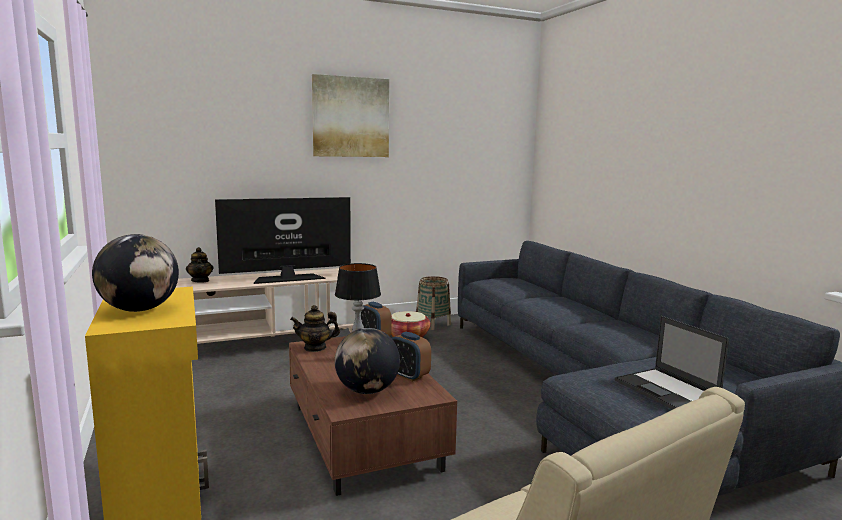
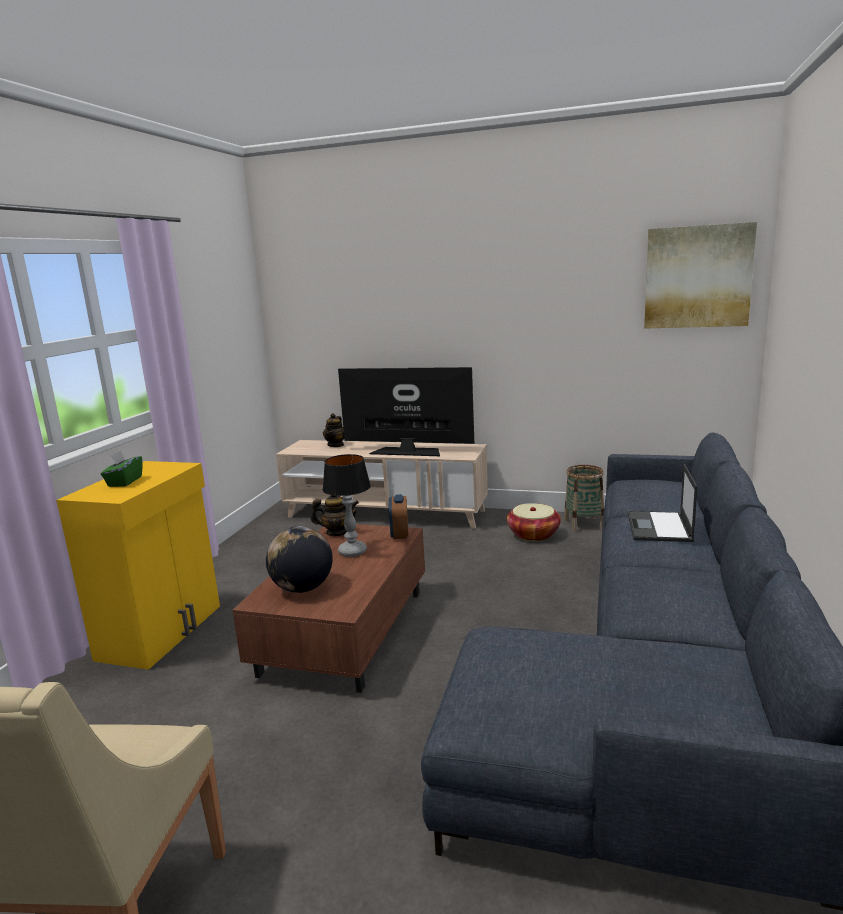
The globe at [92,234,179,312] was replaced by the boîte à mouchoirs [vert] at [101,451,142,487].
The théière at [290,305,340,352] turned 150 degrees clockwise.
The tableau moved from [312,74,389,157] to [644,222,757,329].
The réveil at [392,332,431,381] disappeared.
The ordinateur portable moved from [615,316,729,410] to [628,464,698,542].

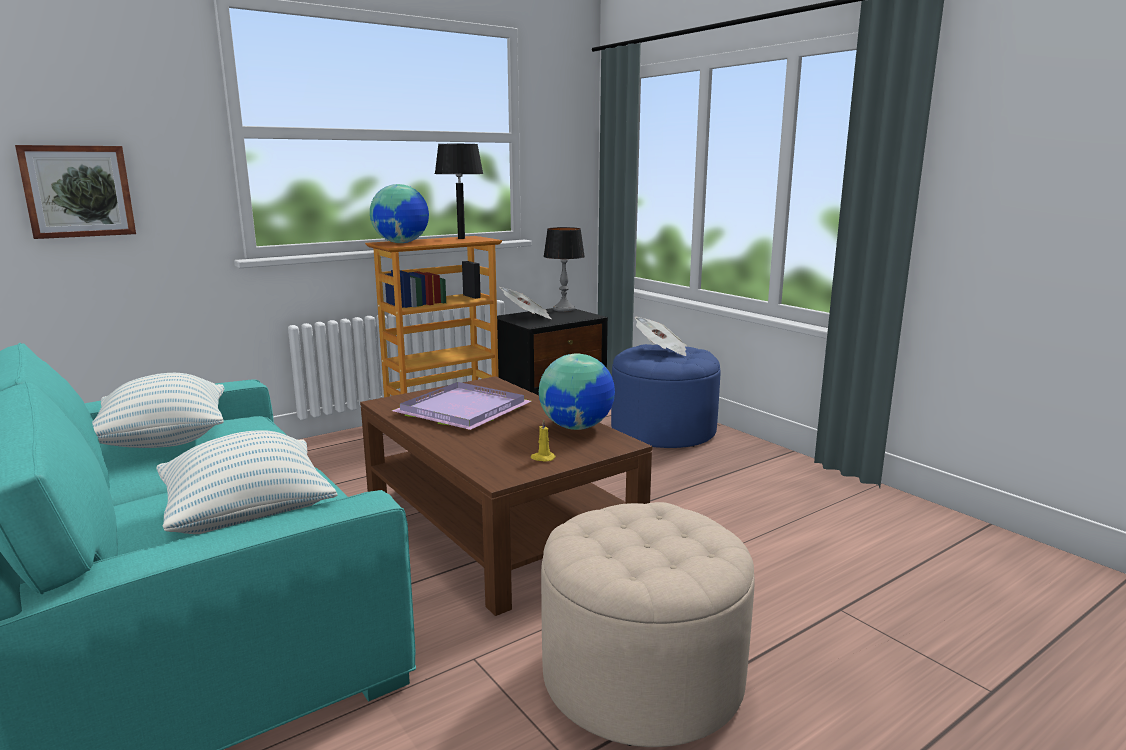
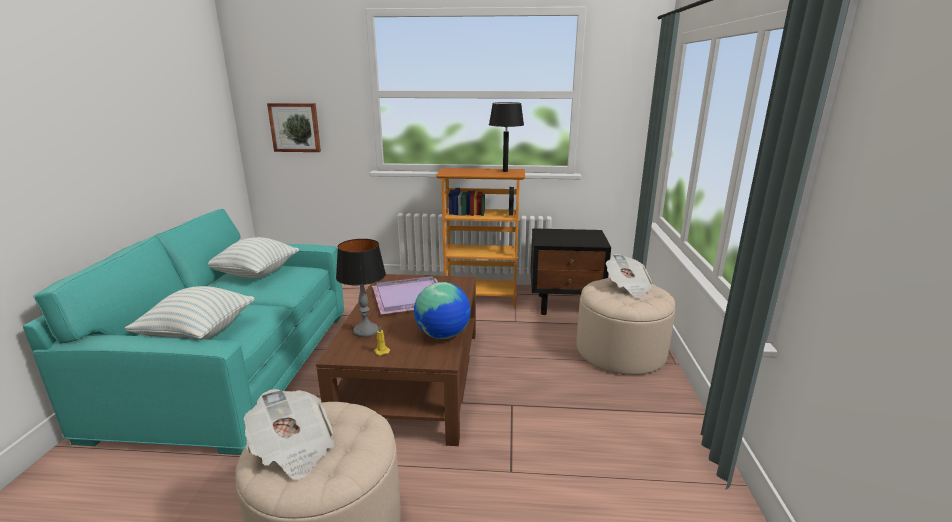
The globe at [370,184,429,243] disappeared.
The journal moved from [499,287,552,319] to [244,389,336,480].
The lampe de table moved from [543,227,585,312] to [336,239,386,337].
The pouf [bleu] at [611,344,721,448] became the pouf [beige] at [576,278,675,375].

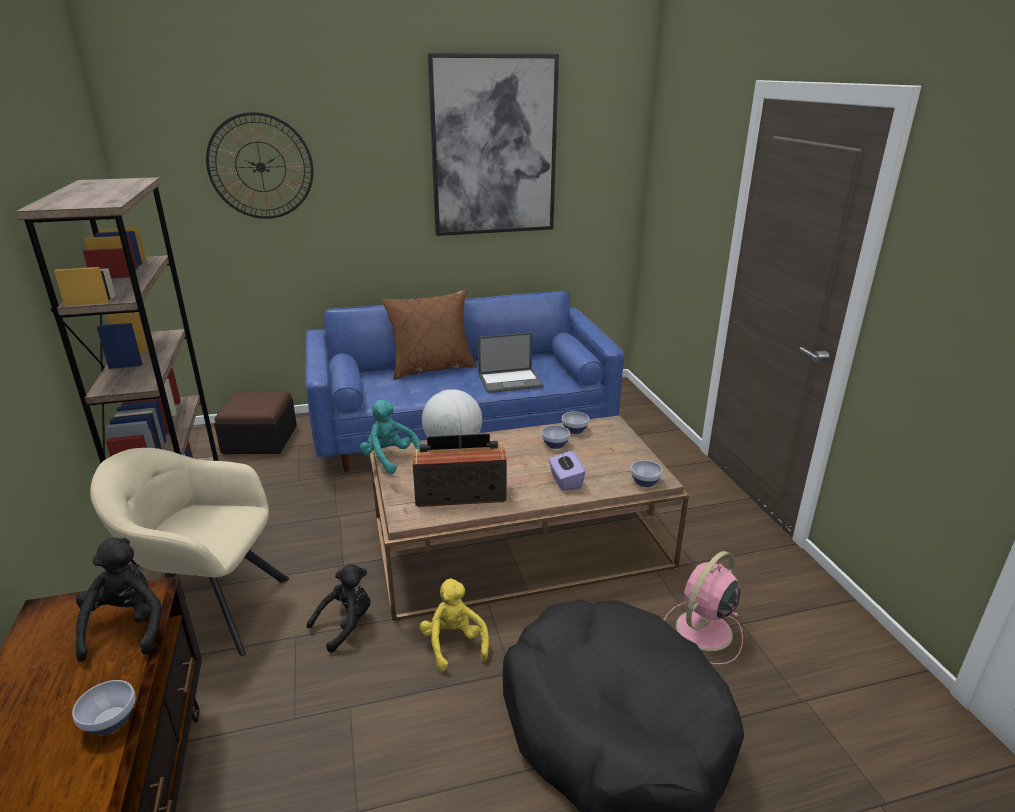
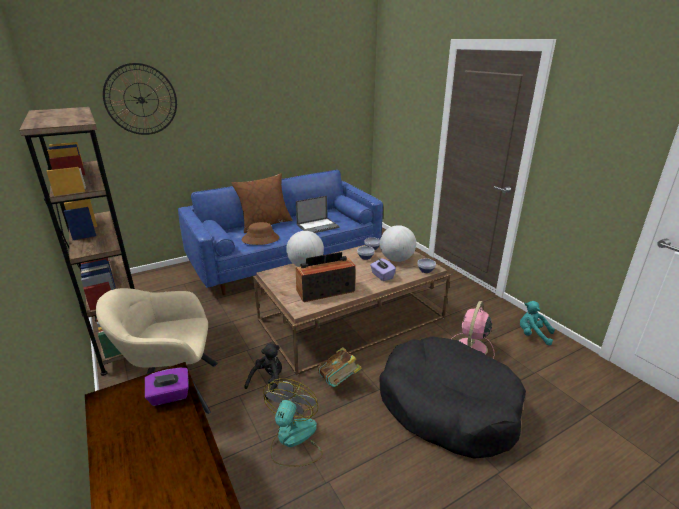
The bol at [72,680,136,735] disappeared.
The peluche [noir] at [76,537,161,662] was replaced by the boîte à mouchoirs [violet] at [145,368,189,406].
The pouf at [214,391,297,454] disappeared.
The peluche [turquoise] moved from [360,400,421,474] to [520,301,555,345].
The peluche [jaune] at [420,578,489,672] was replaced by the livre at [318,347,362,387].
The tableau at [427,53,559,236] disappeared.
The chapeau [marron] at [241,222,279,245] appeared.
The ventilateur at [263,378,323,467] appeared.
The globe at [380,225,416,262] appeared.

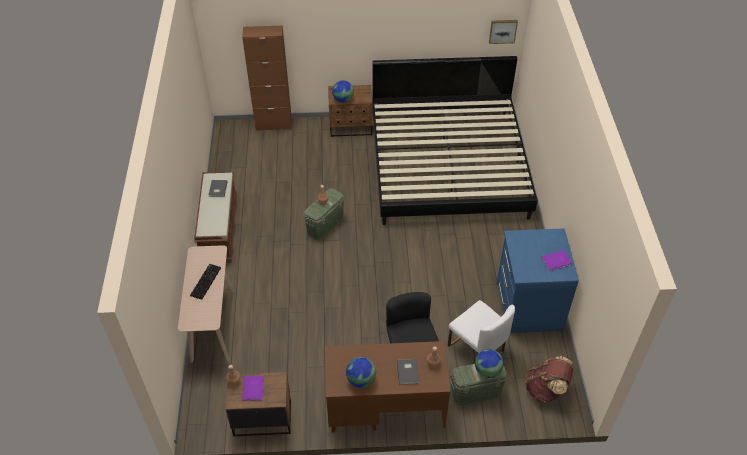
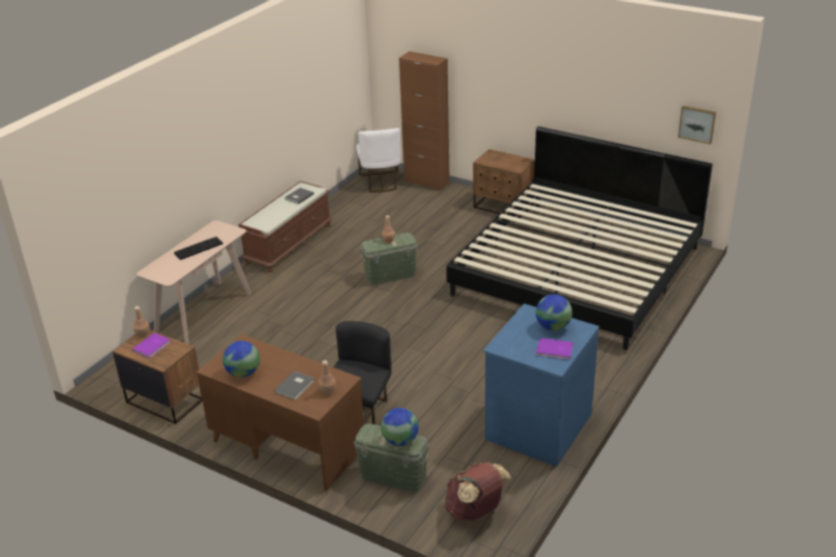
The globe moved from [332,81,354,102] to [536,294,572,331].
The chaise [blanc] moved from [448,300,515,355] to [356,128,401,192].

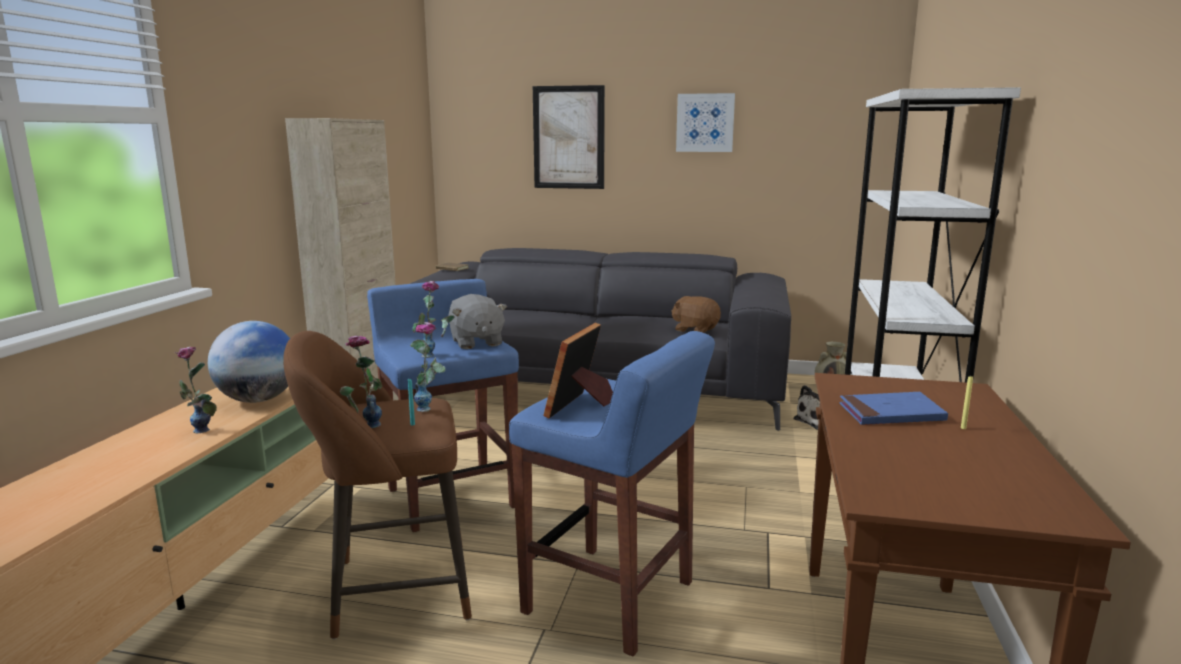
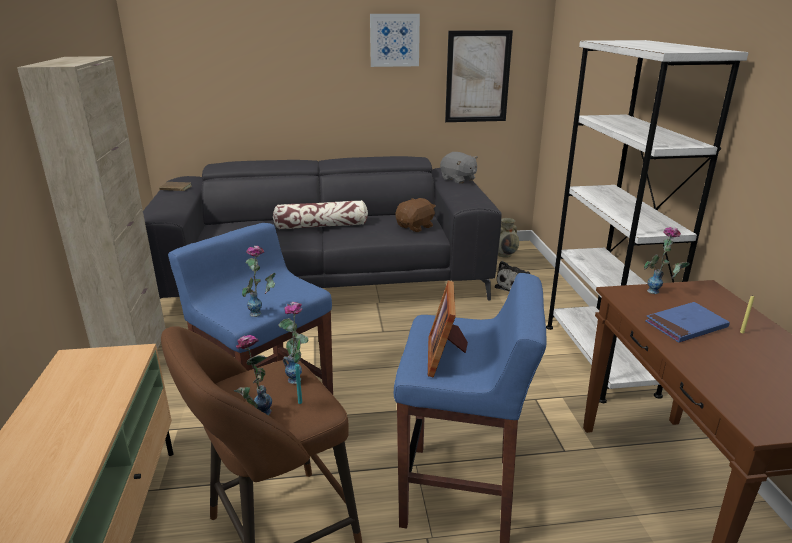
The vase moved from [175,347,217,433] to [644,227,690,294].
The globe at [208,321,290,403] disappeared.
The peluche [gris] moved from [448,294,507,349] to [440,152,478,184].
The tableau moved from [533,85,605,189] to [445,30,513,122].
The peluche [marron] at [671,296,721,333] turned 120 degrees clockwise.
The coussin at [273,200,368,229] appeared.

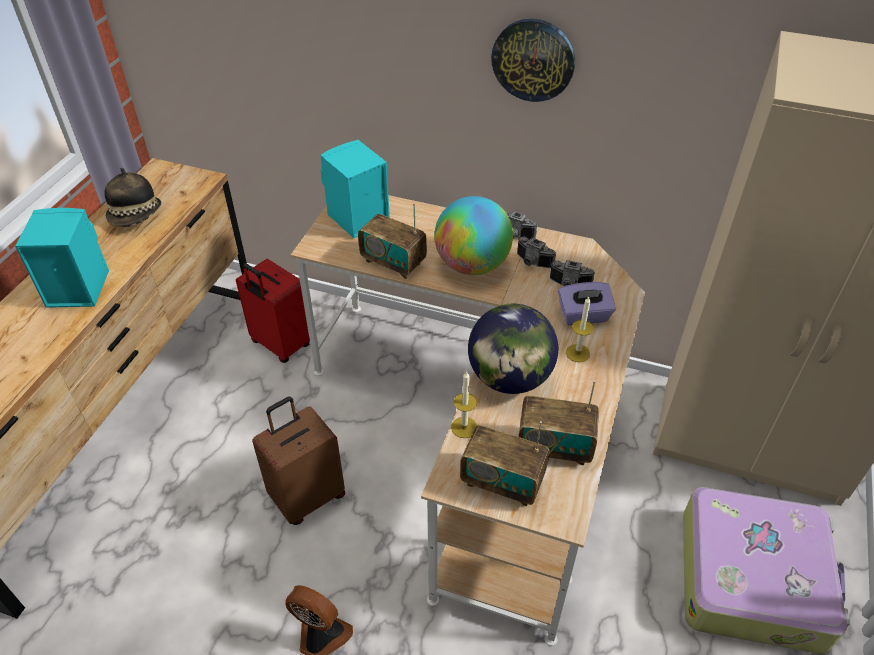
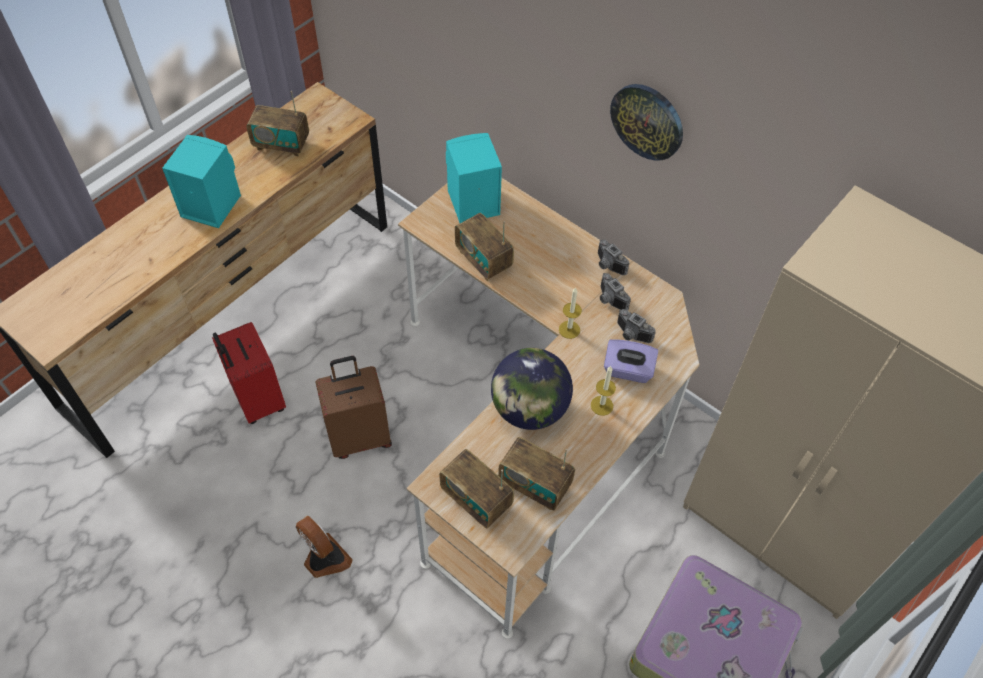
The chapeau at [105,168,162,227] was replaced by the radio at [247,91,309,157].
The valise [rouge] moved from [236,259,310,363] to [212,322,286,424].
The globe at [434,196,513,275] disappeared.
The bougie moved from [451,371,477,438] to [559,287,582,339].

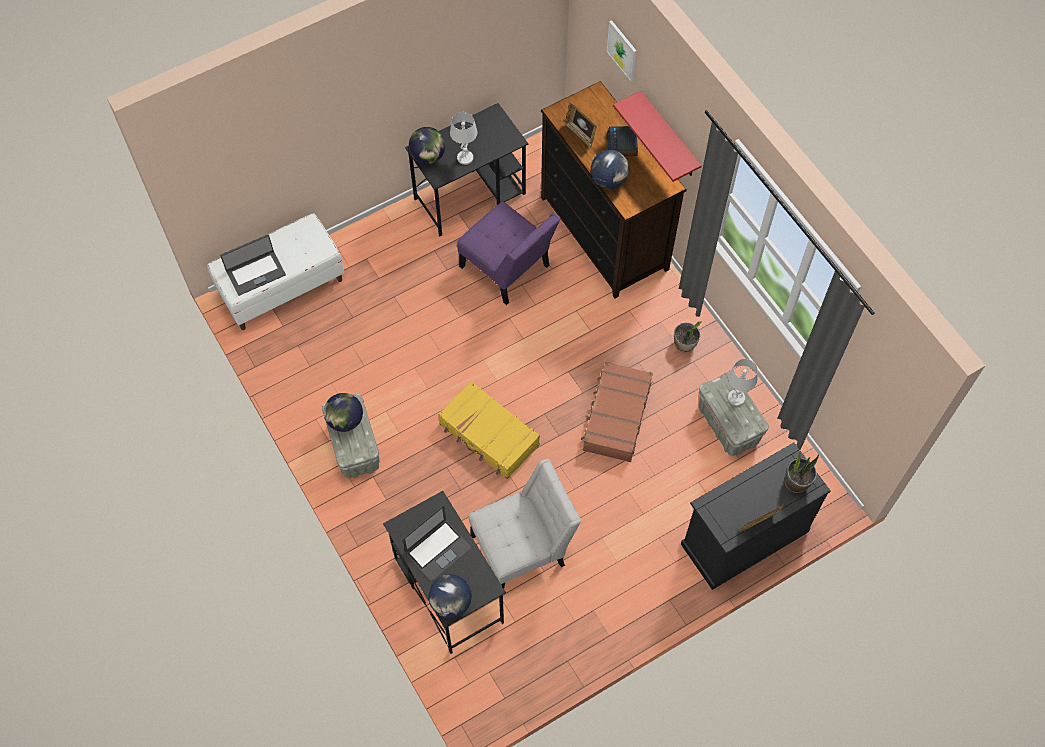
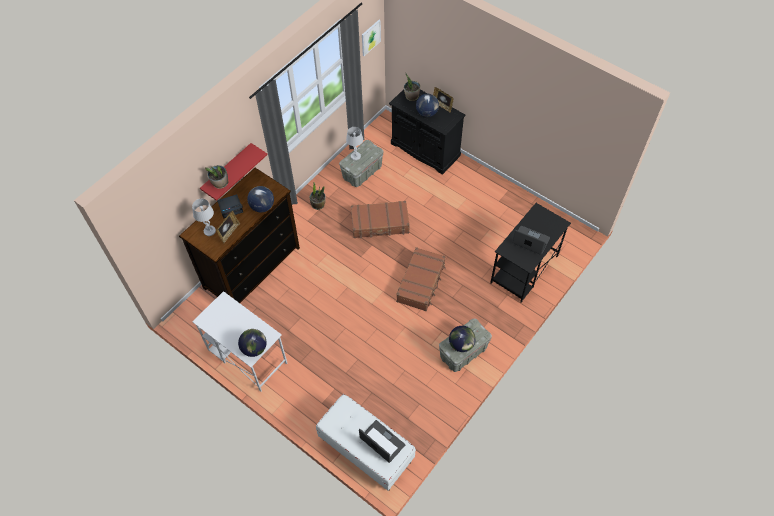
The bureau [noir] at [405,103,528,237] became the bureau [blanc] at [192,291,288,392].
The globe moved from [428,574,472,618] to [416,94,439,117].
The valise [jaune] at [438,381,540,479] became the valise [marron] at [396,247,446,311].
The lampe de table [blanc] moved from [450,112,478,165] to [192,199,216,236].
The chaise [violet] at [457,202,561,305] disappeared.
The chaise [blanc] at [469,459,581,588] disappeared.
The tableau moved from [607,20,636,81] to [362,20,381,56].
The plante en pot at [205,165,228,189] appeared.

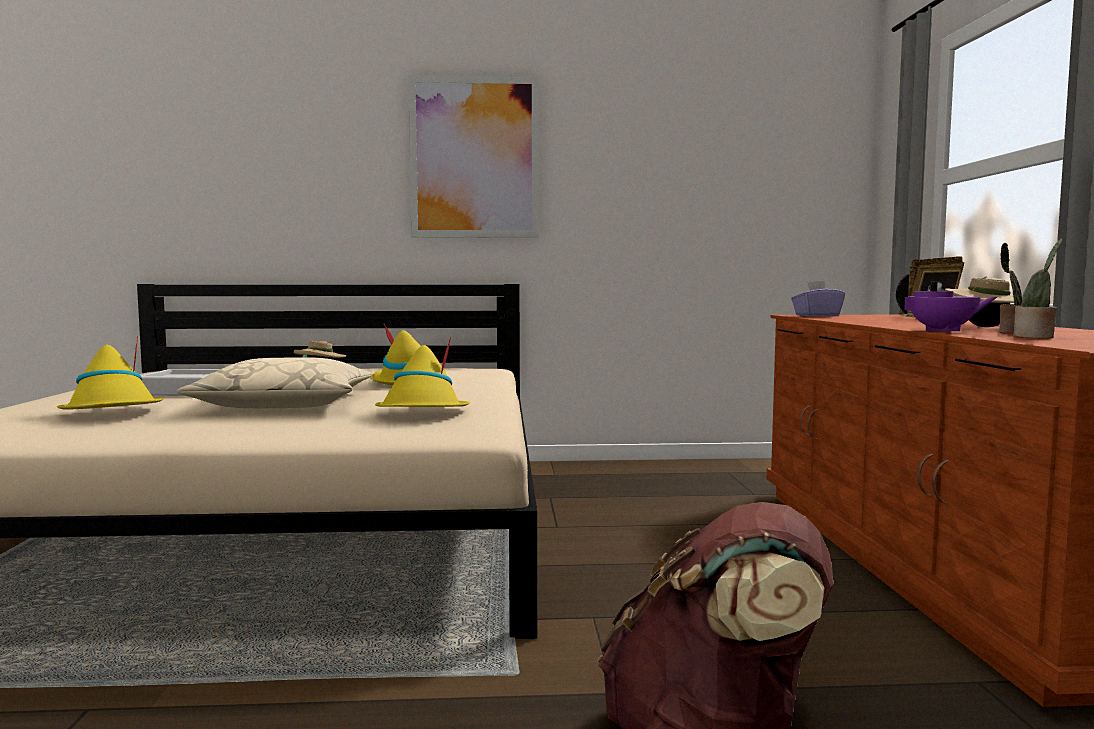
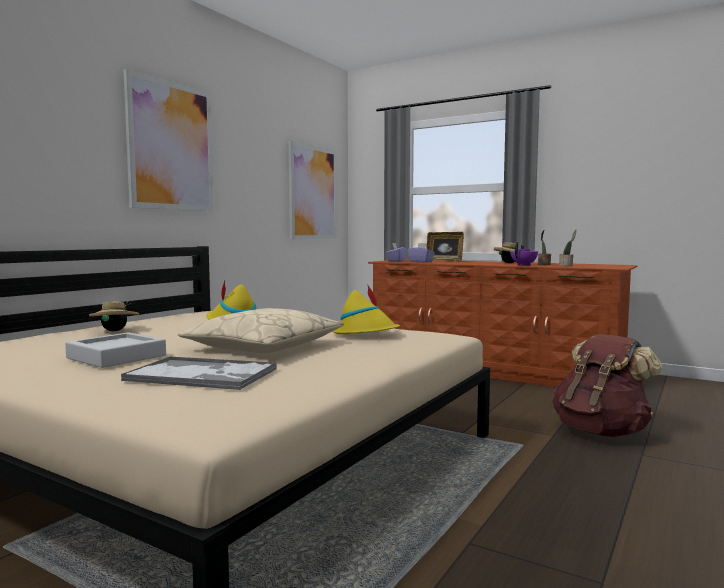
The chapeau [jaune] at [57,336,163,410] was replaced by the plateau at [121,356,277,390].
The tableau at [289,141,337,240] appeared.
The boîte à mouchoirs [violet] at [407,243,435,262] appeared.

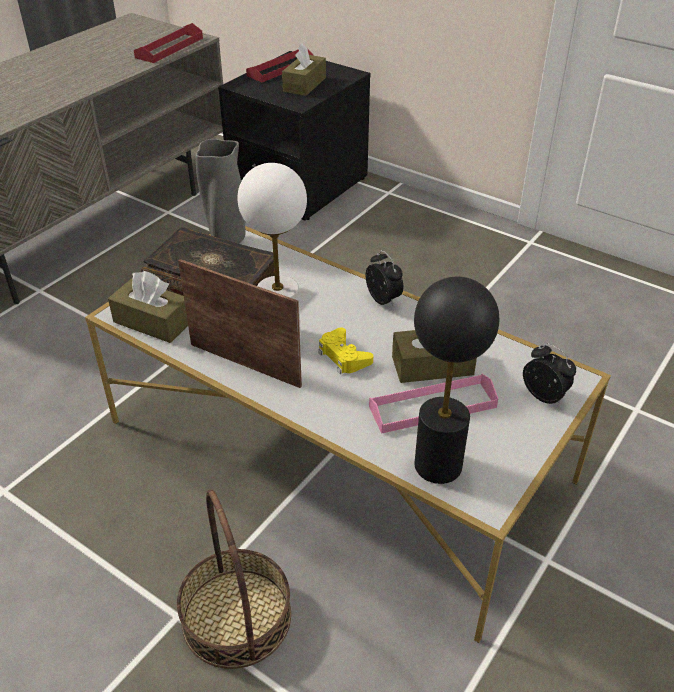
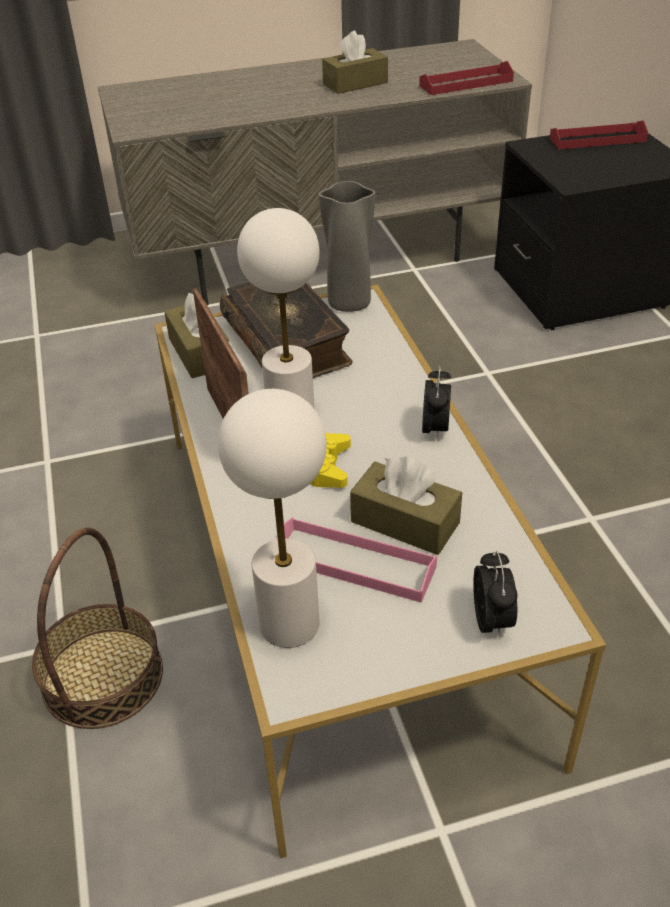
The boîte à mouchoirs [marron] moved from [282,43,326,96] to [322,31,388,94].
The lampe de table [noir] at [414,277,499,484] became the lampe de table [blanc] at [218,389,326,648].

